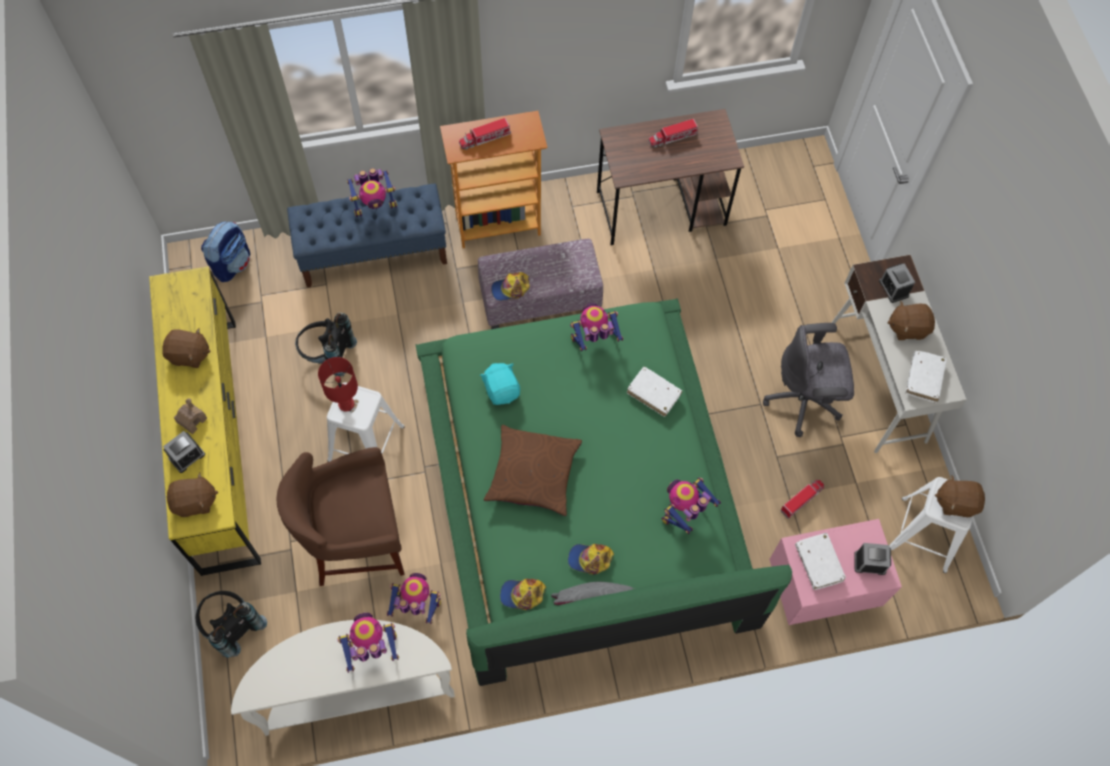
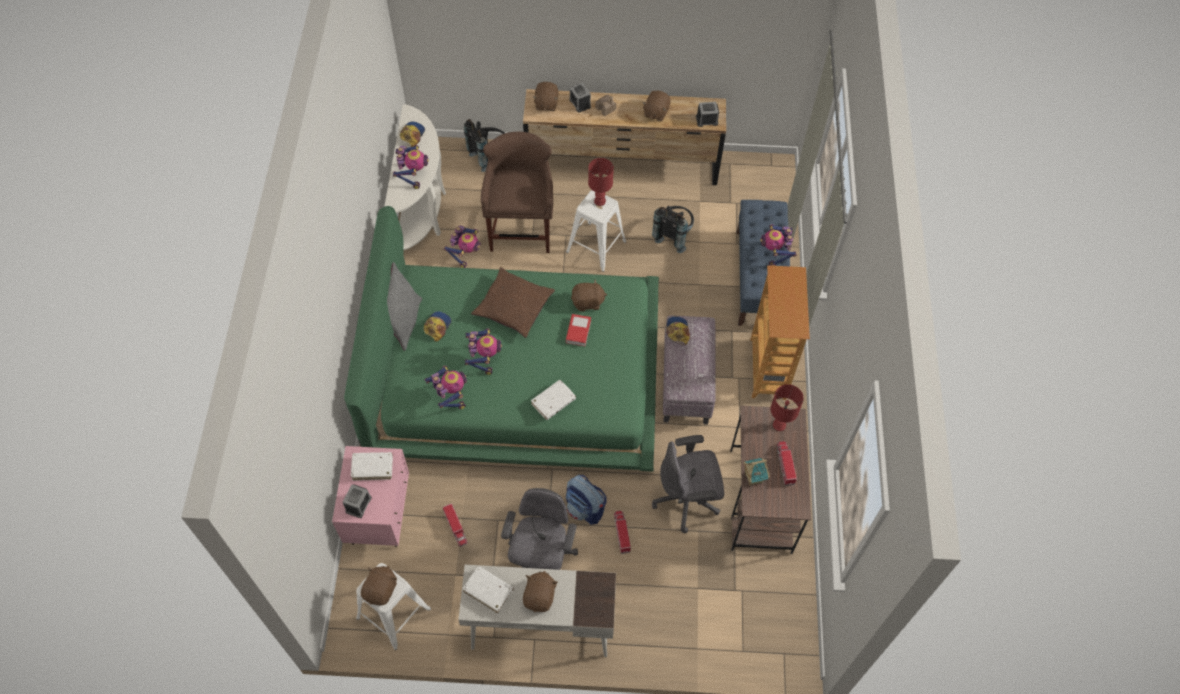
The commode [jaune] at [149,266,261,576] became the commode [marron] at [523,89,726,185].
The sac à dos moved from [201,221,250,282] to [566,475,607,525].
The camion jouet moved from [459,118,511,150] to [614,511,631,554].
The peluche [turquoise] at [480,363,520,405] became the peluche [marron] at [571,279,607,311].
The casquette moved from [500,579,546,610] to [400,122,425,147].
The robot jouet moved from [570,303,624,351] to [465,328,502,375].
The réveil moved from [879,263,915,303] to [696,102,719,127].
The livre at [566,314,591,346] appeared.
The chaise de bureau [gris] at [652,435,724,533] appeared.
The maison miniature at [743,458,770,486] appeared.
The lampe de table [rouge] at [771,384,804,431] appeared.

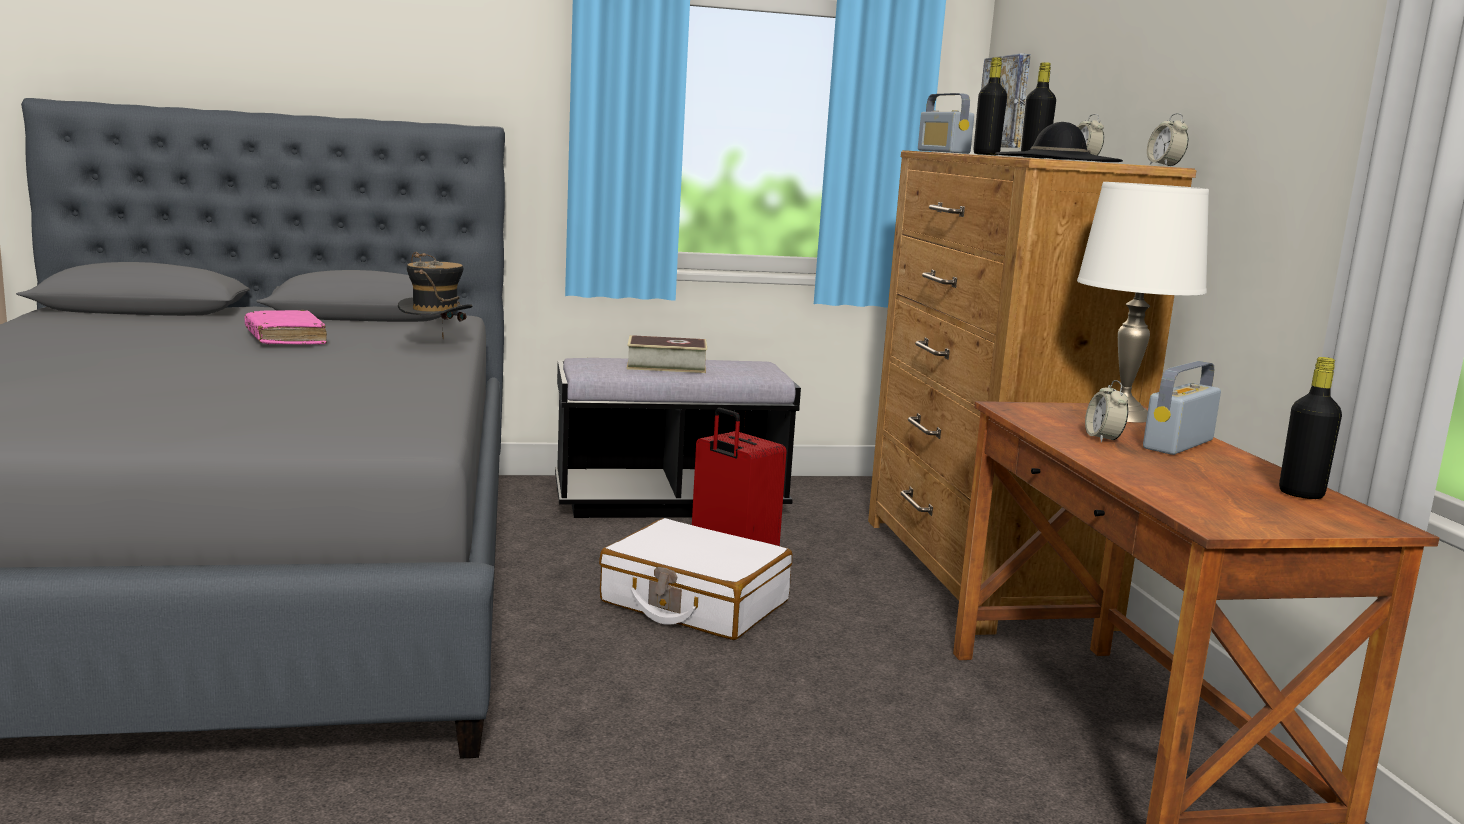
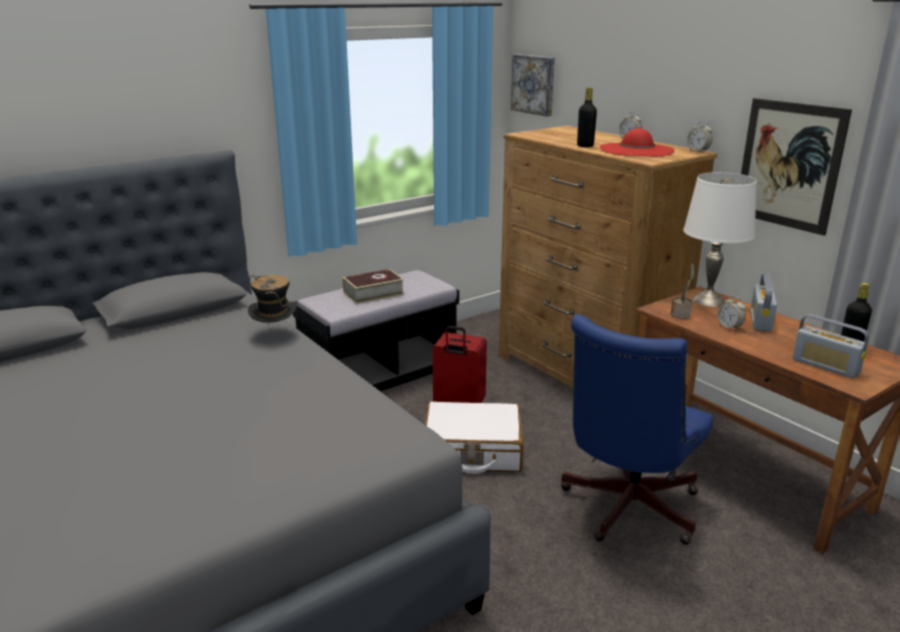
The livre [rose] at [244,310,327,345] disappeared.
The radio moved from [918,93,974,154] to [793,314,869,378].
The chapeau [noir] at [995,122,1123,162] became the chapeau [rouge] at [600,128,675,156].
The bouteille [noir] at [1021,62,1056,158] disappeared.
The chaise de bureau [bleu] at [561,314,713,545] appeared.
The plante en pot at [671,263,695,319] appeared.
The tableau at [741,98,852,236] appeared.

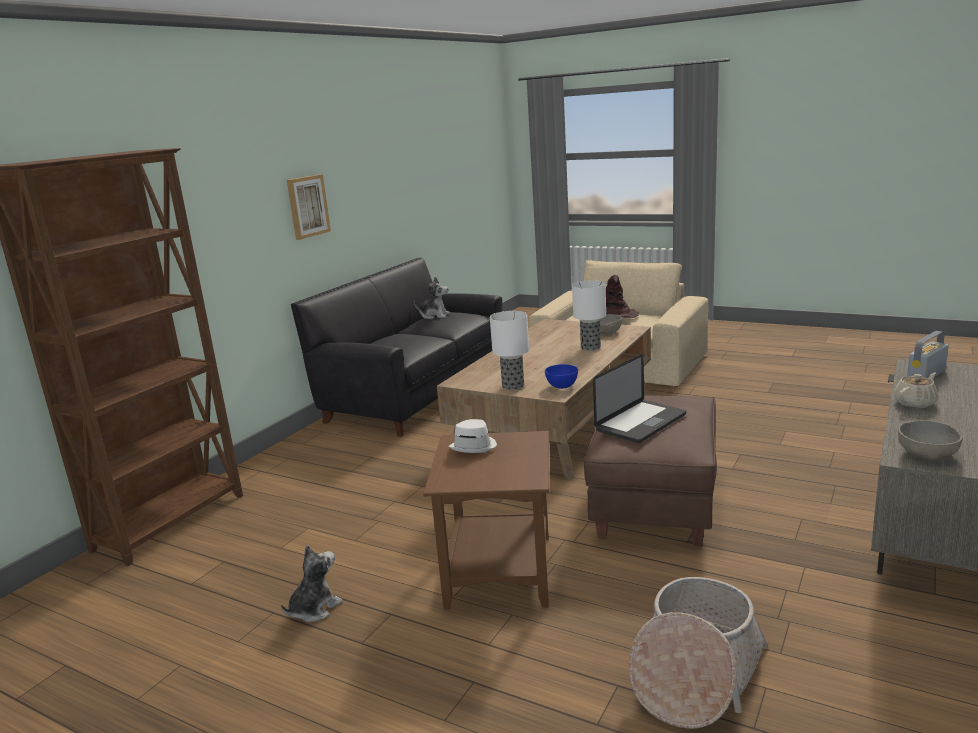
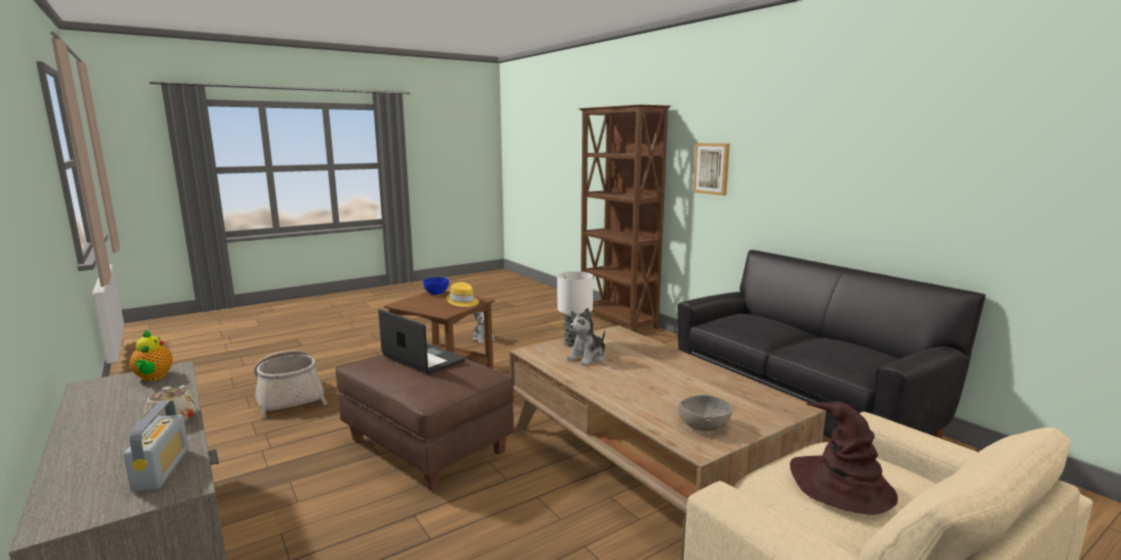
The tableau moved from [287,174,331,240] to [693,143,730,196].
The peluche moved from [414,276,450,319] to [567,308,605,366].
The chapeau [blanc] at [449,419,497,453] became the chapeau [jaune] at [446,282,479,307].
The bol [bleu] moved from [545,364,578,389] to [423,277,449,295].
The lampe de table at [572,280,606,351] disappeared.
The ordinateur portable at [593,354,686,443] turned 150 degrees clockwise.
The bol [gris] at [898,420,963,460] was replaced by the théière at [130,330,173,381].

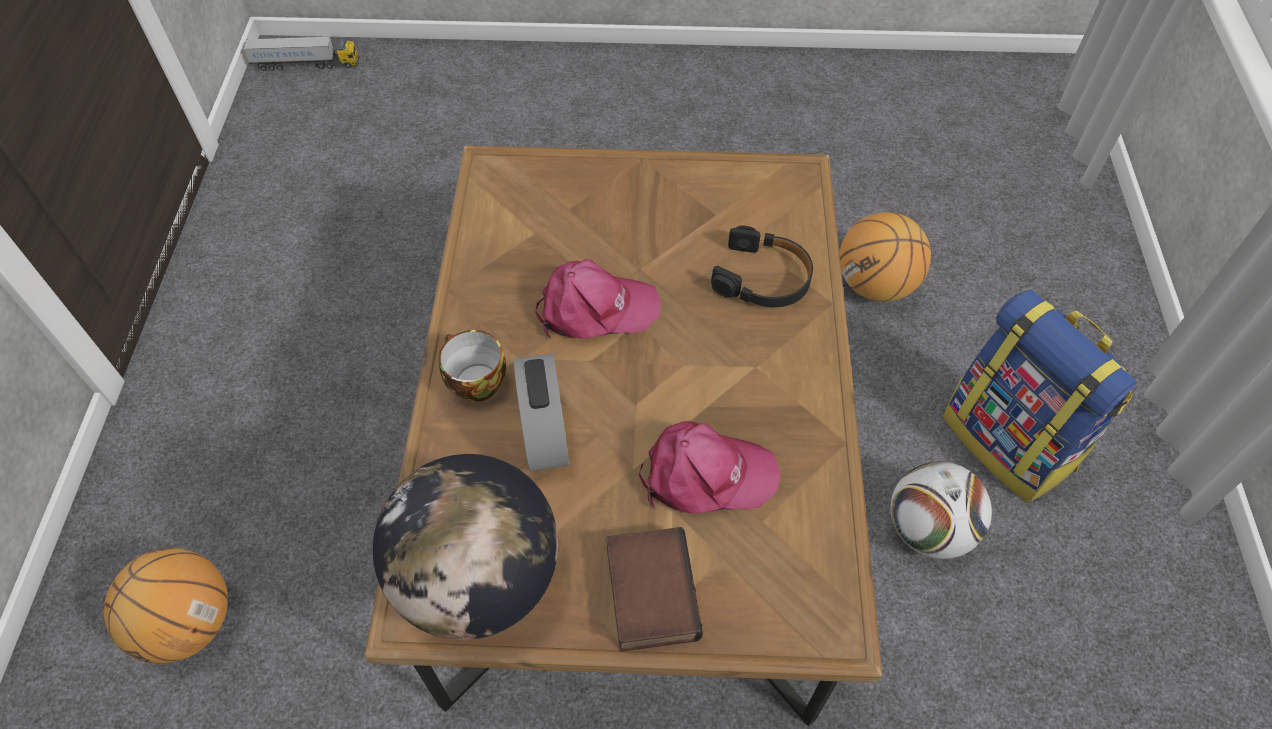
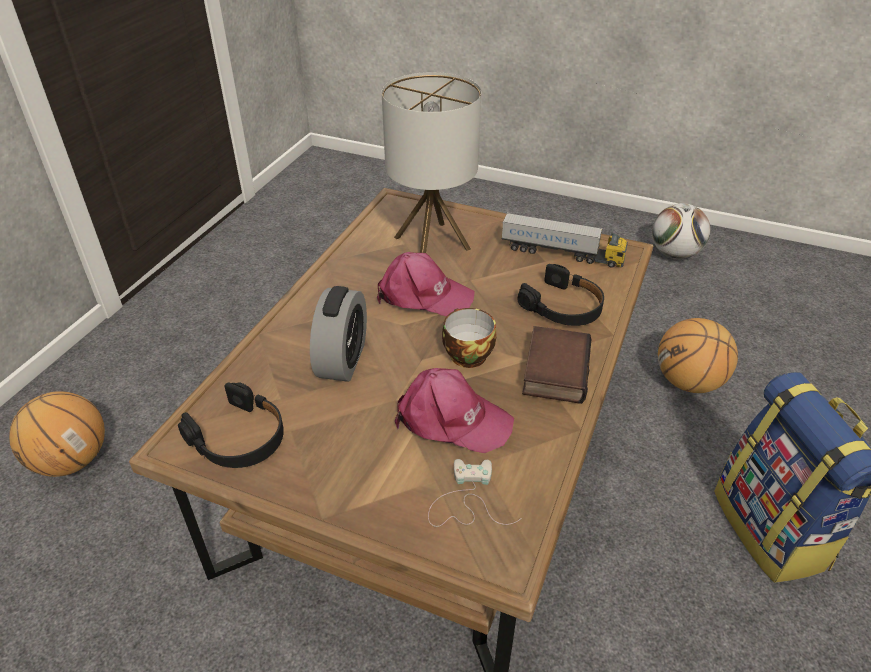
The camion jouet moved from [243,36,359,71] to [501,213,628,268].
The globe at [373,454,558,640] was replaced by the casque audio [noir] at [178,382,284,468].
The tasse moved from [439,330,506,402] to [442,308,497,368].
The livre moved from [606,527,703,652] to [522,326,591,404].
The ballon de foot moved from [891,461,992,559] to [652,203,710,259].
The lampe de table at [382,72,481,253] appeared.
The manette [blanc] at [428,459,522,527] appeared.

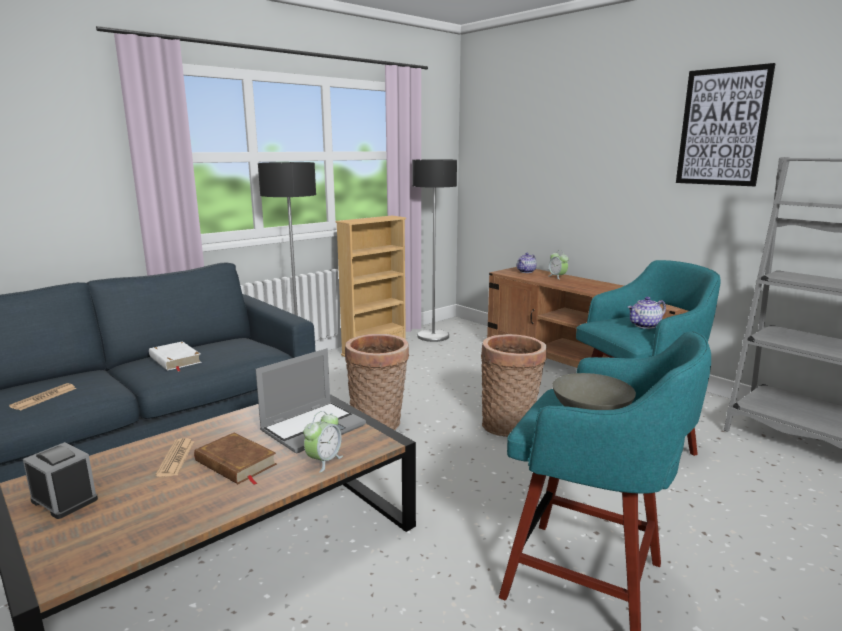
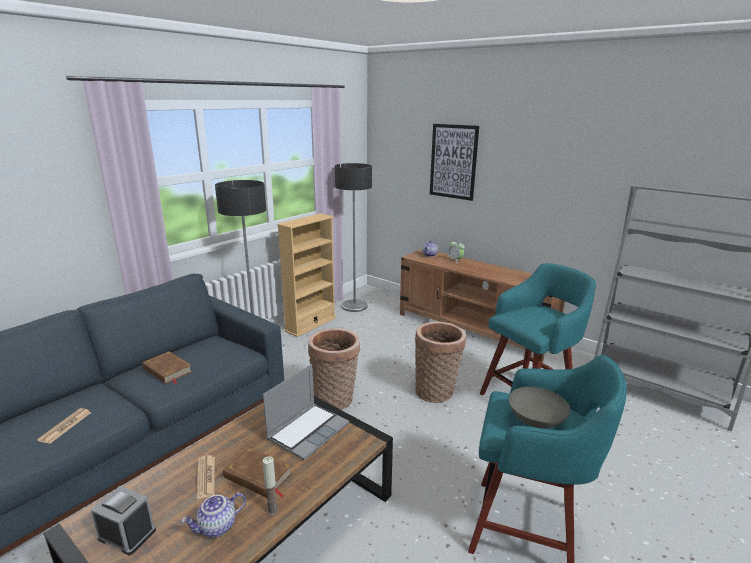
The livre [blanc] at [149,341,202,371] became the livre [marron] at [142,351,192,384].
The réveil at [303,411,343,472] disappeared.
The théière moved from [628,297,666,329] to [181,492,246,537].
The tableau moved from [676,63,776,186] to [430,124,479,201].
The bougie at [263,456,278,515] appeared.

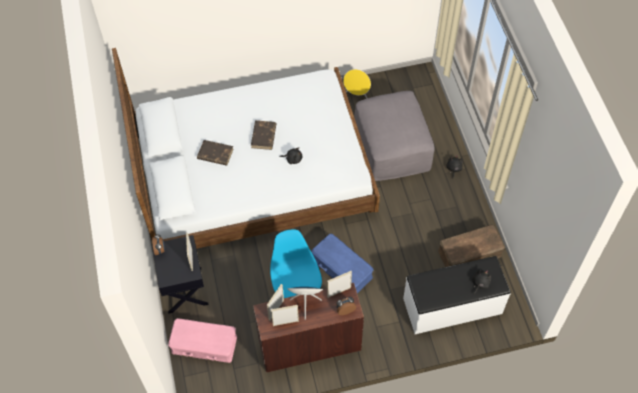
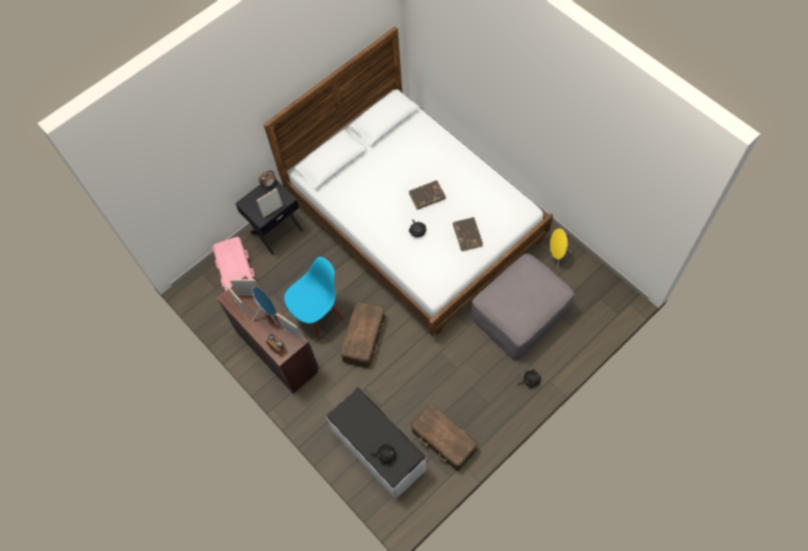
The livre [marron] moved from [197,140,233,166] to [453,217,483,251].
The boîte de rangement [bleu] at [312,234,374,293] became the boîte de rangement [marron] at [340,302,385,368].

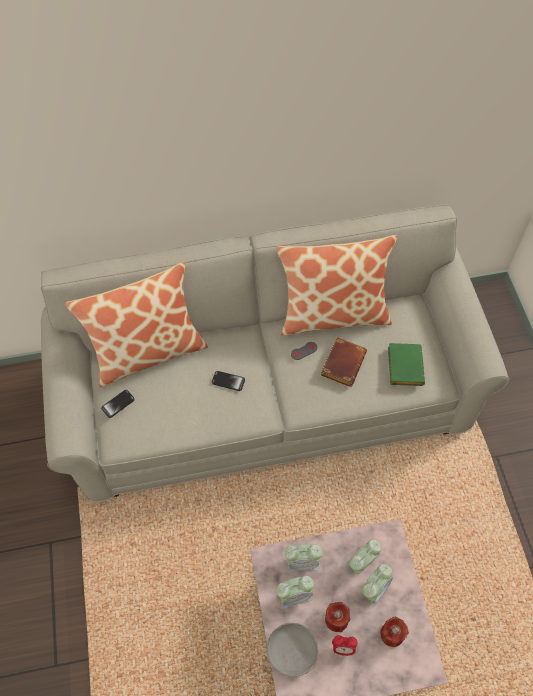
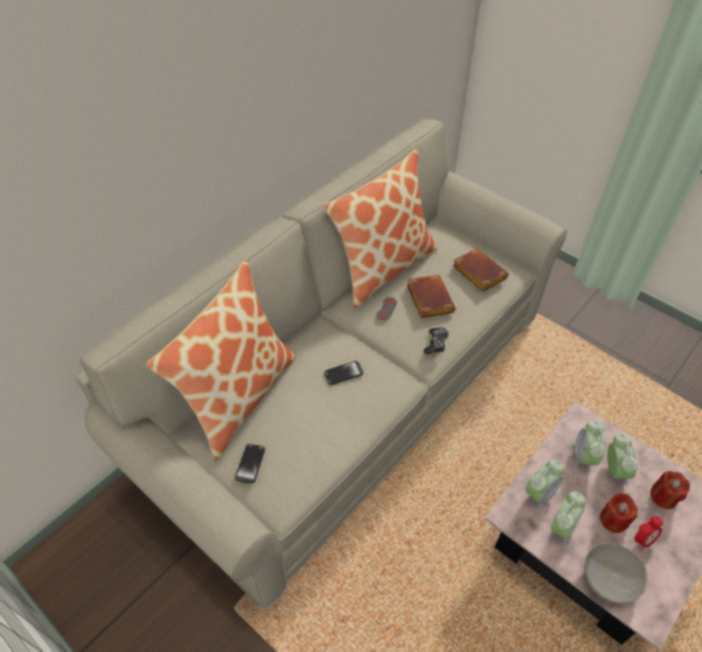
The livre [vert] at [388,343,425,386] became the livre [marron] at [452,248,509,292].
The manette at [424,327,449,355] appeared.

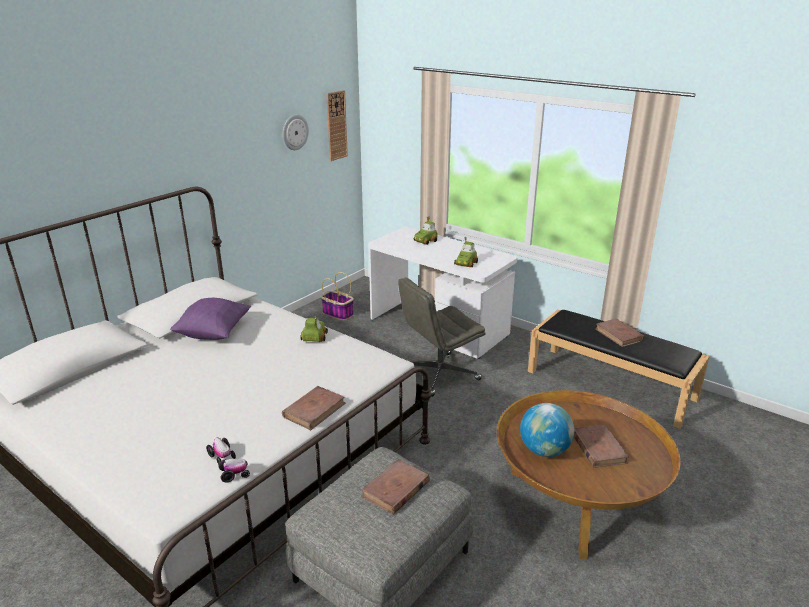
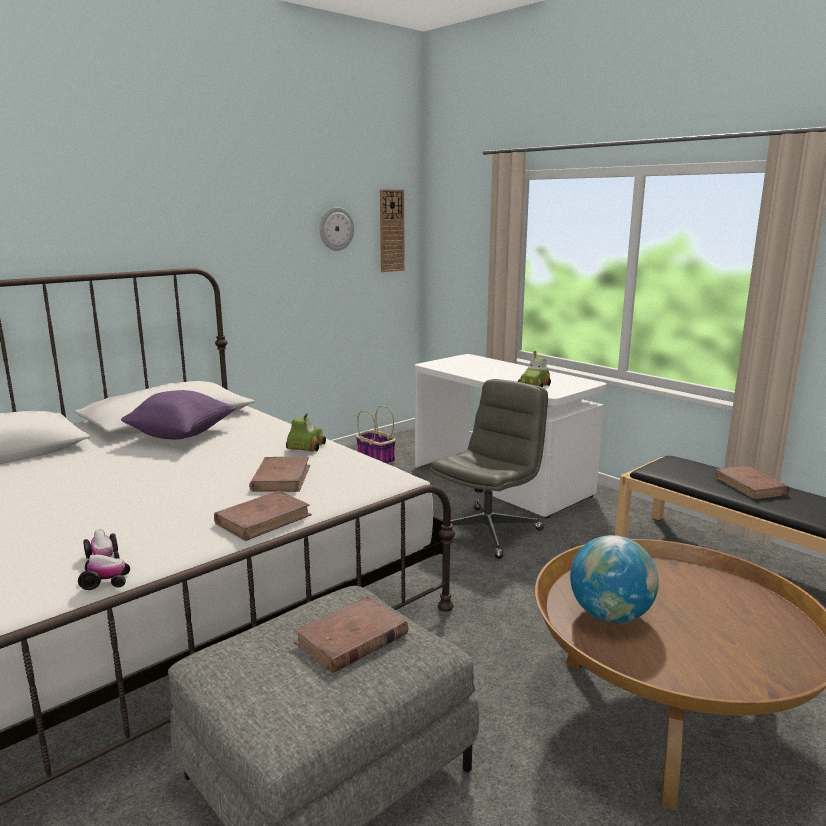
The chaise de bureau [gris] at [398,277,486,397] turned 150 degrees clockwise.
The petite voiture at [414,217,437,245] disappeared.
The livre [marron] moved from [574,425,629,468] to [249,457,310,492].

